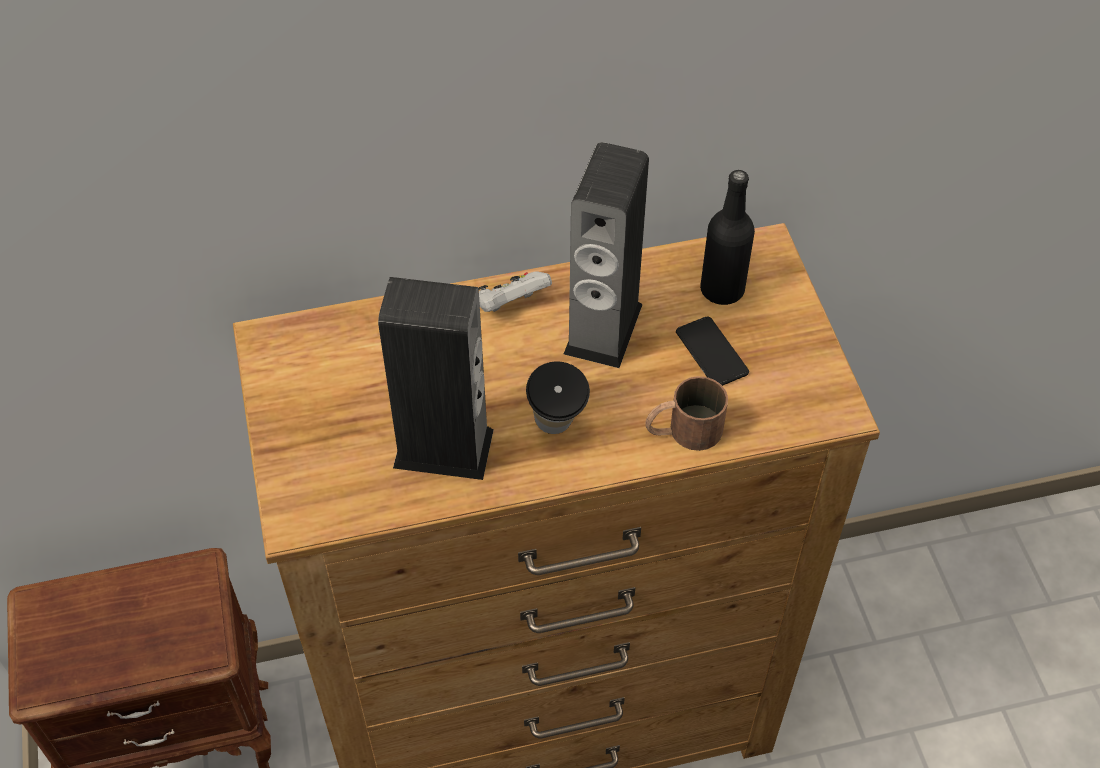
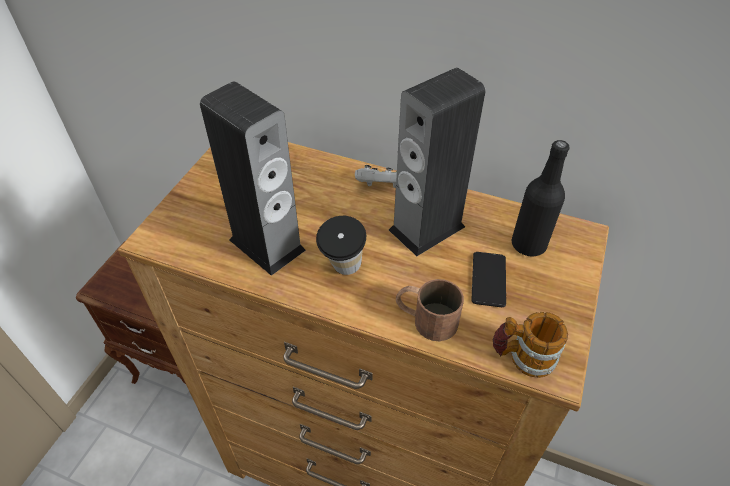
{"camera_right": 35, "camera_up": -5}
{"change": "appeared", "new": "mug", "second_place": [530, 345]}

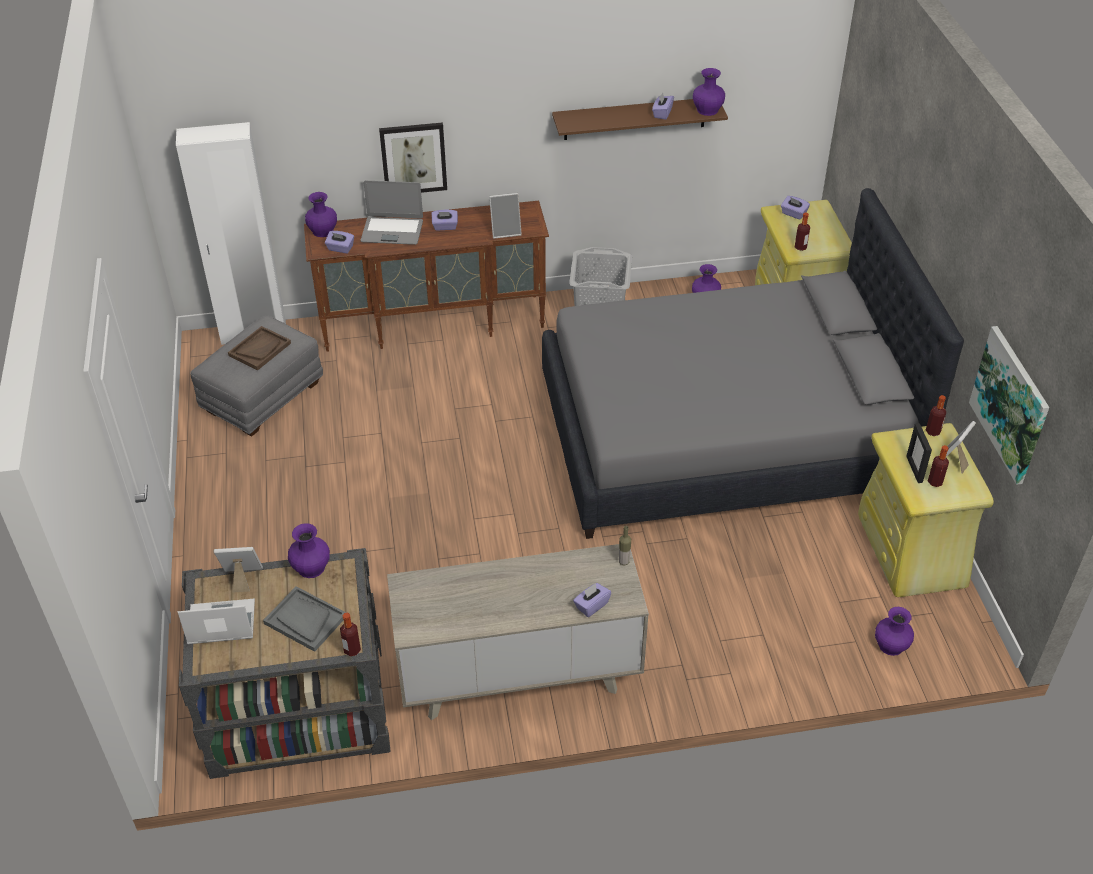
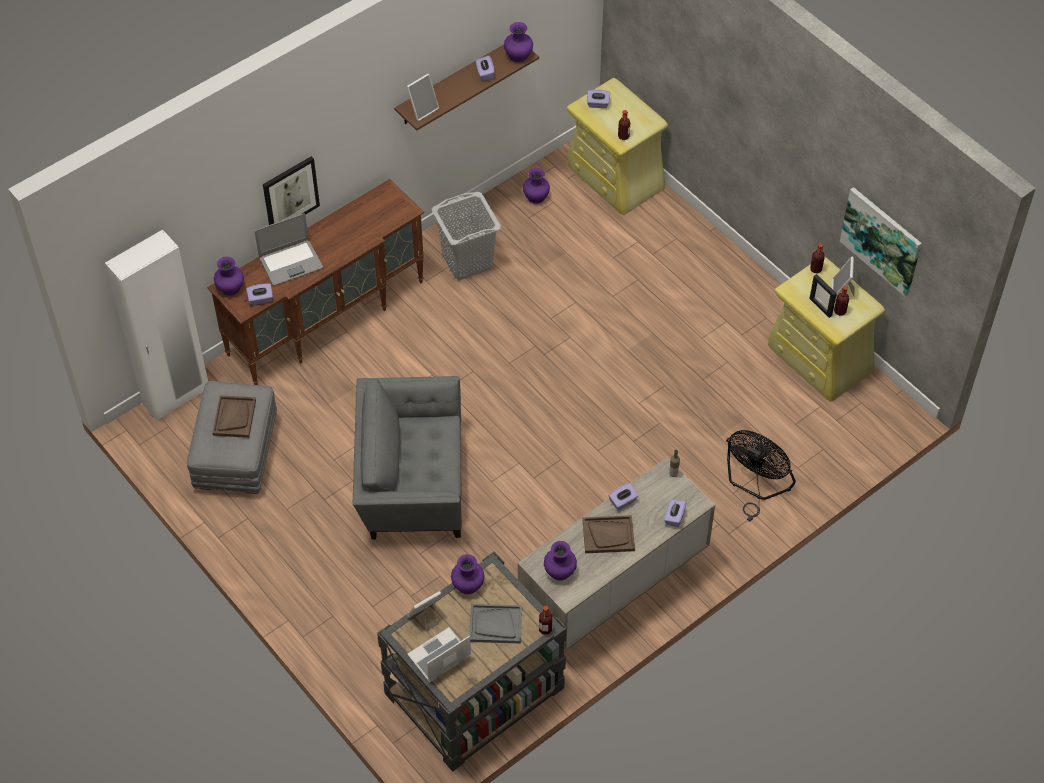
{"camera_right": -30, "camera_up": 10}
{"change": "relocated", "old": "tissue box (purple)", "first_place": [445, 220], "second_place": [623, 496]}
{"change": "relocated", "old": "picture frame", "first_place": [505, 216], "second_place": [423, 97]}
{"change": "missing", "old": "bed (grey)", "first_place": [753, 363]}
{"change": "relocated", "old": "vase (purple)", "first_place": [894, 631], "second_place": [560, 561]}
{"change": "appeared", "new": "armchair (grey)", "second_place": [407, 457]}
{"change": "appeared", "new": "tray (brown)", "second_place": [609, 534]}
{"change": "appeared", "new": "fan (black)", "second_place": [761, 476]}

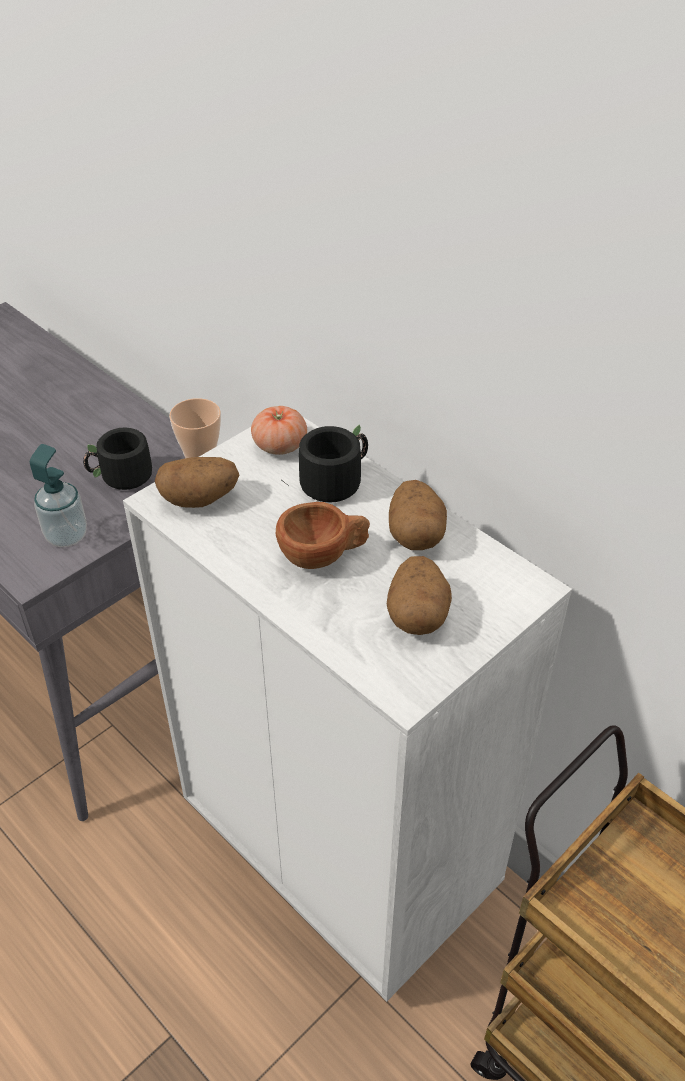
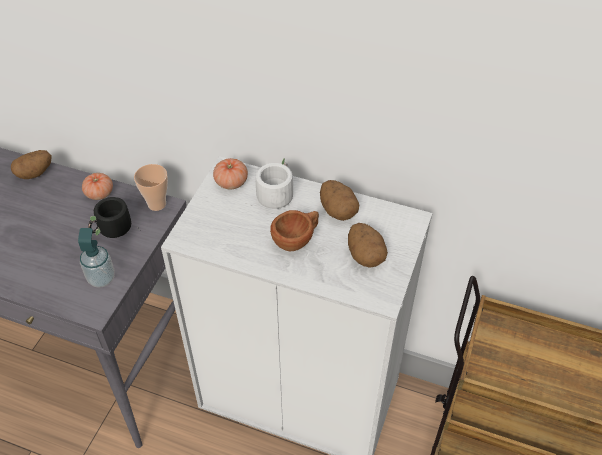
{"camera_right": -25, "camera_up": 5}
{"change": "relocated", "old": "potato", "first_place": [197, 482], "second_place": [31, 164]}
{"change": "colour", "old": "mug (black)", "new": "mug (white)", "first_place": [324, 464], "second_place": [271, 183]}
{"change": "appeared", "new": "tomato", "second_place": [97, 186]}

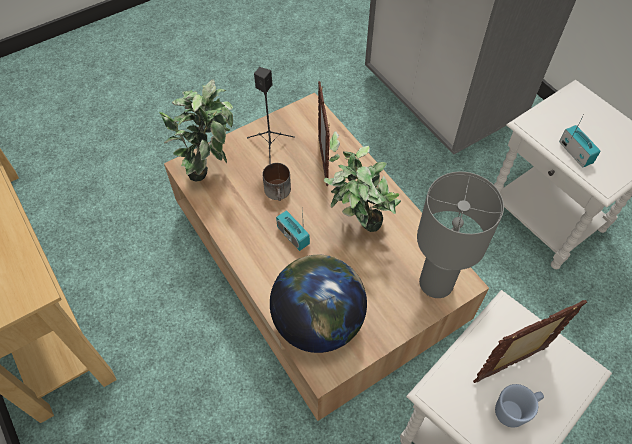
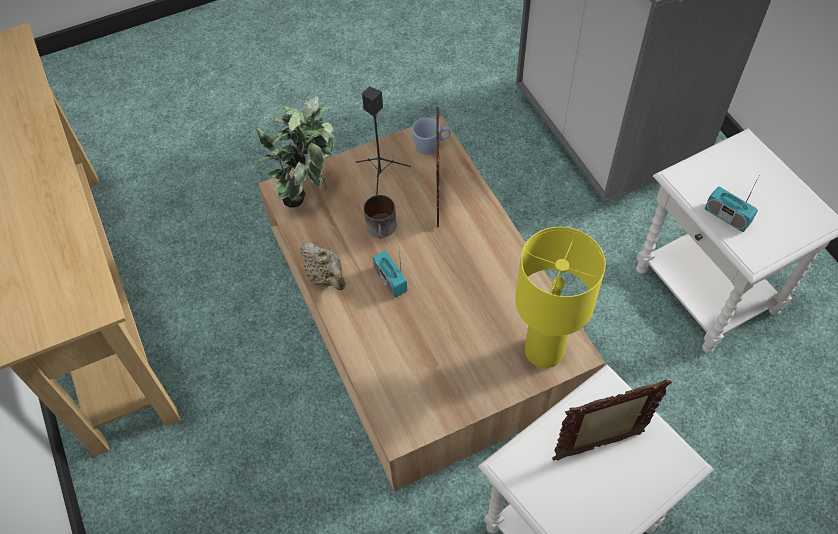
{"camera_right": 10, "camera_up": 0}
{"change": "missing", "old": "globe", "first_place": [318, 304]}
{"change": "missing", "old": "potted plant", "first_place": [362, 181]}
{"change": "colour", "old": "table lamp (grey)", "new": "table lamp (yellow)", "first_place": [460, 235], "second_place": [560, 297]}
{"change": "relocated", "old": "mug (blue)", "first_place": [519, 406], "second_place": [431, 136]}
{"change": "spun", "old": "radio", "first_place": [579, 139], "second_place": [732, 203], "degrees": 150}
{"change": "appeared", "new": "teapot (beige)", "second_place": [323, 265]}

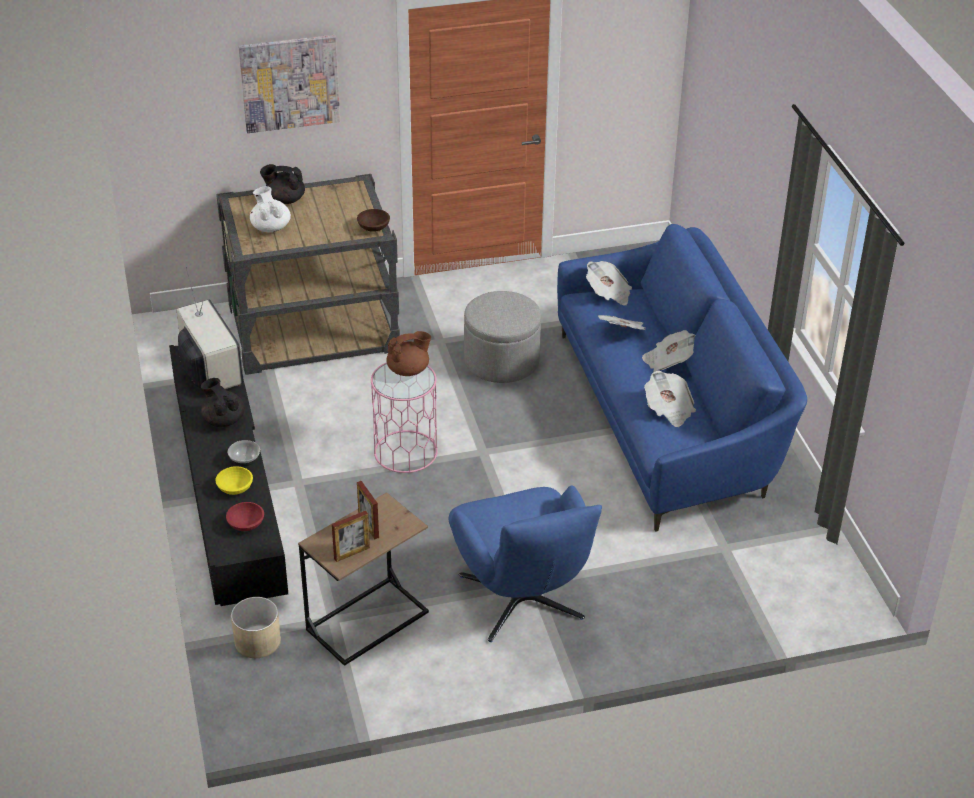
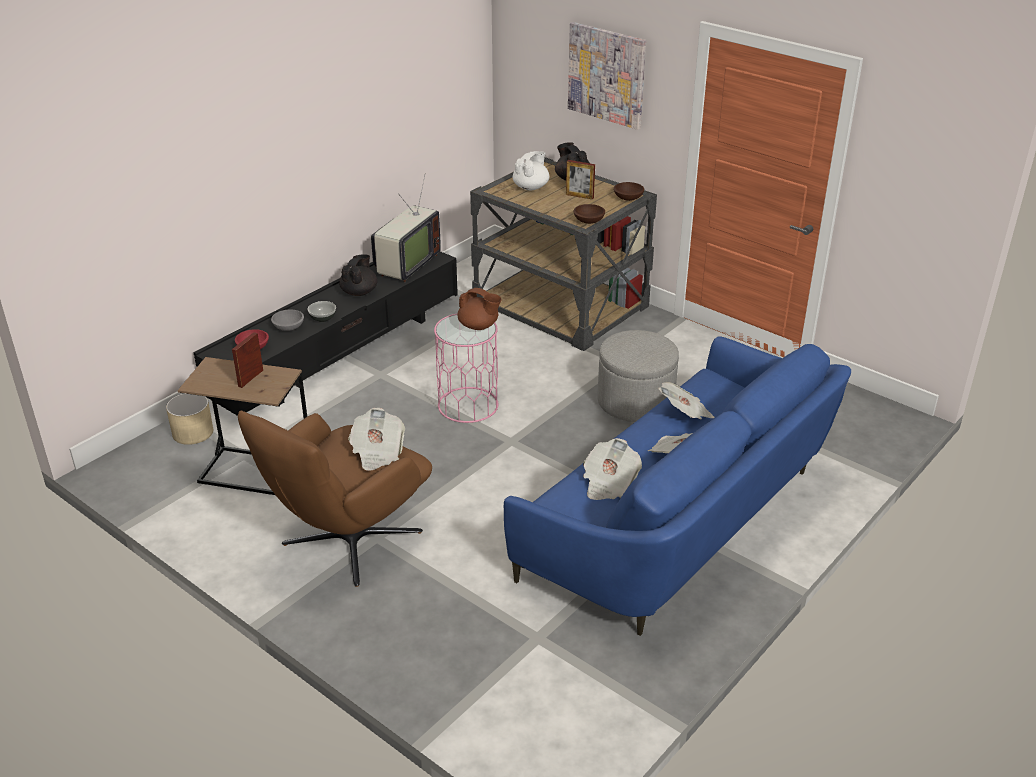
{"camera_right": 55, "camera_up": -5}
{"change": "colour", "old": "bowl (yellow)", "new": "bowl (grey)", "first_place": [234, 480], "second_place": [287, 320]}
{"change": "relocated", "old": "picture frame", "first_place": [351, 536], "second_place": [580, 180]}
{"change": "colour", "old": "armchair (blue)", "new": "armchair (brown)", "first_place": [525, 563], "second_place": [335, 499]}
{"change": "relocated", "old": "newspaper", "first_place": [609, 283], "second_place": [376, 439]}
{"change": "appeared", "new": "bowl (brown)", "second_place": [629, 191]}

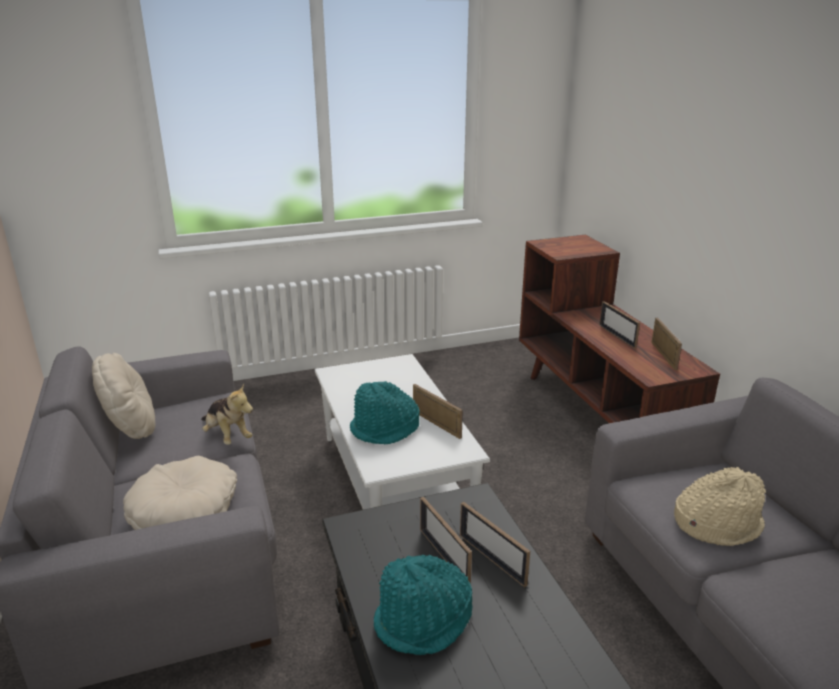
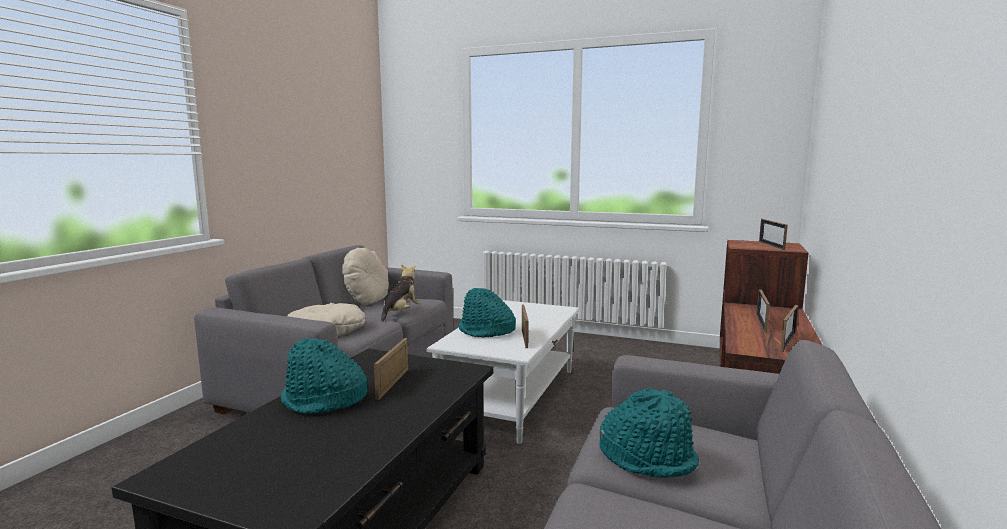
{"camera_right": 40, "camera_up": -15}
{"change": "spun", "old": "plush toy", "first_place": [227, 414], "second_place": [400, 293], "degrees": -150}
{"change": "relocated", "old": "picture frame", "first_place": [495, 544], "second_place": [773, 234]}
{"change": "colour", "old": "hat (beige)", "new": "hat (turquoise)", "first_place": [720, 506], "second_place": [649, 433]}

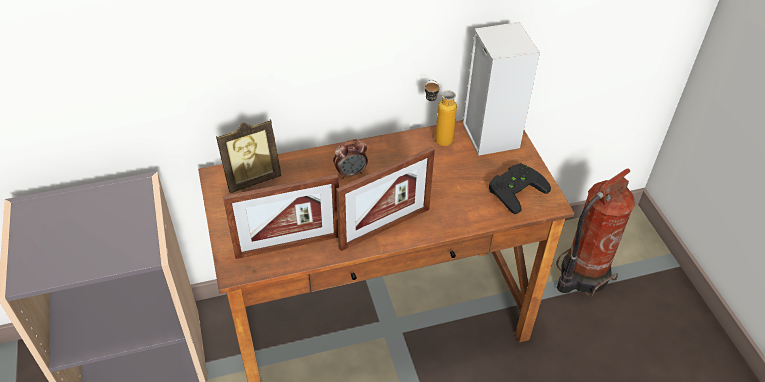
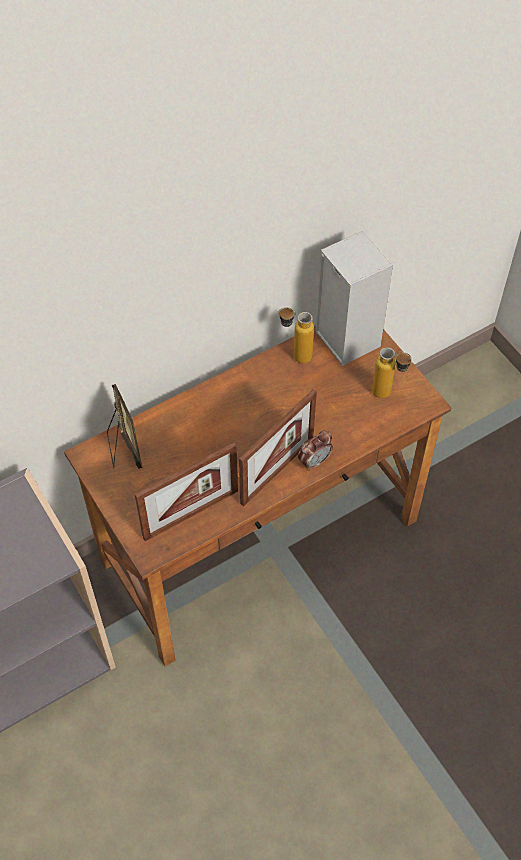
{"camera_right": -15, "camera_up": 10}
{"change": "spun", "old": "picture frame", "first_place": [248, 156], "second_place": [124, 426], "degrees": -60}
{"change": "relocated", "old": "alarm clock", "first_place": [350, 159], "second_place": [315, 451]}
{"change": "exchanged", "old": "game controller (black)", "new": "bottle", "first_place": [520, 188], "second_place": [392, 372]}
{"change": "missing", "old": "fire extinguisher", "first_place": [595, 232]}

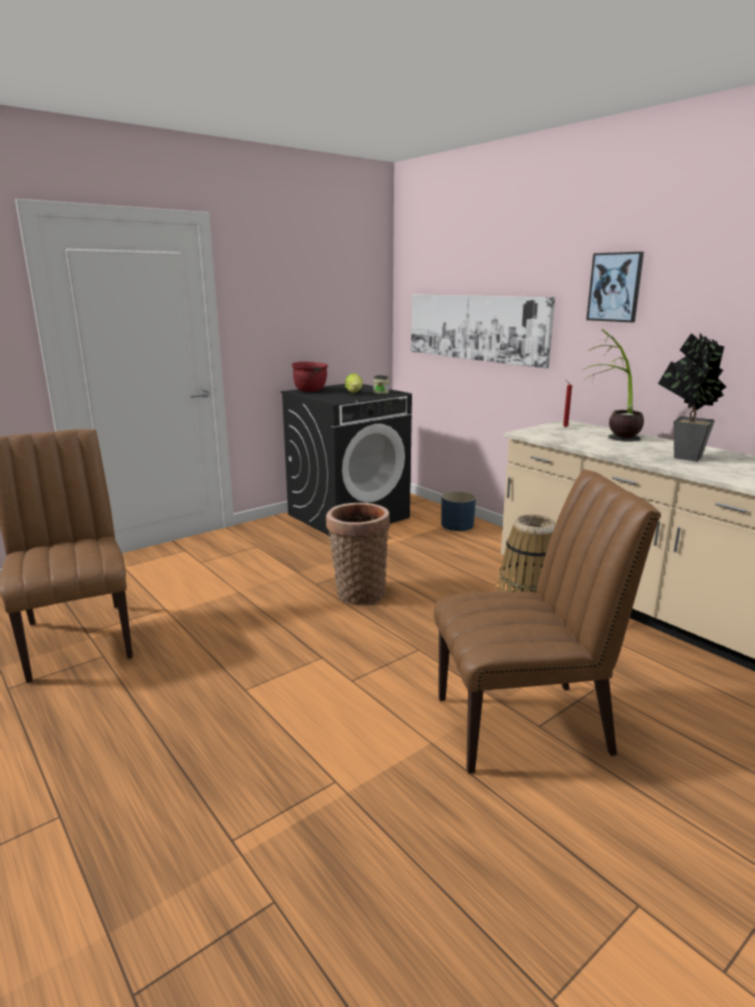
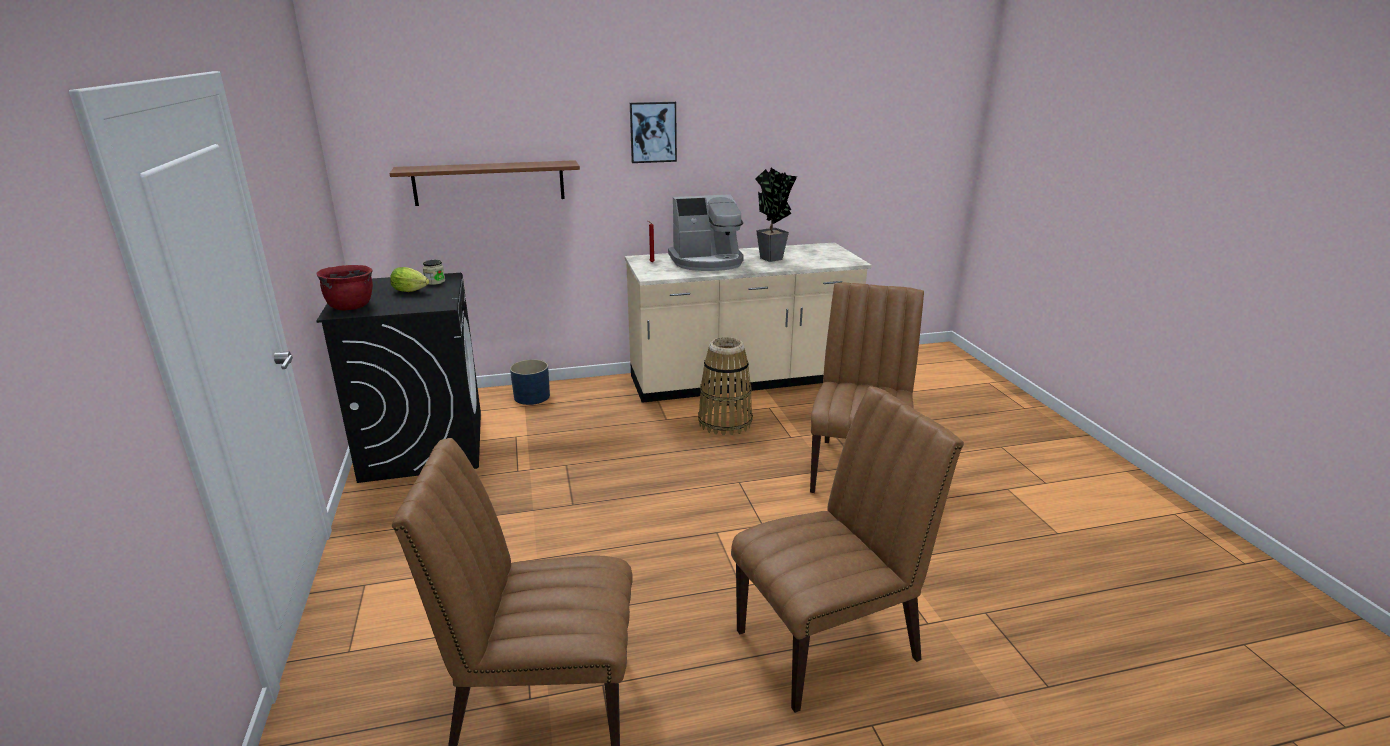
{"camera_right": -65, "camera_up": 5}
{"change": "missing", "old": "basket", "first_place": [358, 554]}
{"change": "exchanged", "old": "picture", "new": "shelf (brown)", "first_place": [483, 331], "second_place": [484, 183]}
{"change": "exchanged", "old": "potted plant", "new": "coffee machine", "first_place": [613, 385], "second_place": [706, 232]}
{"change": "appeared", "new": "chair (brown)", "second_place": [847, 549]}

